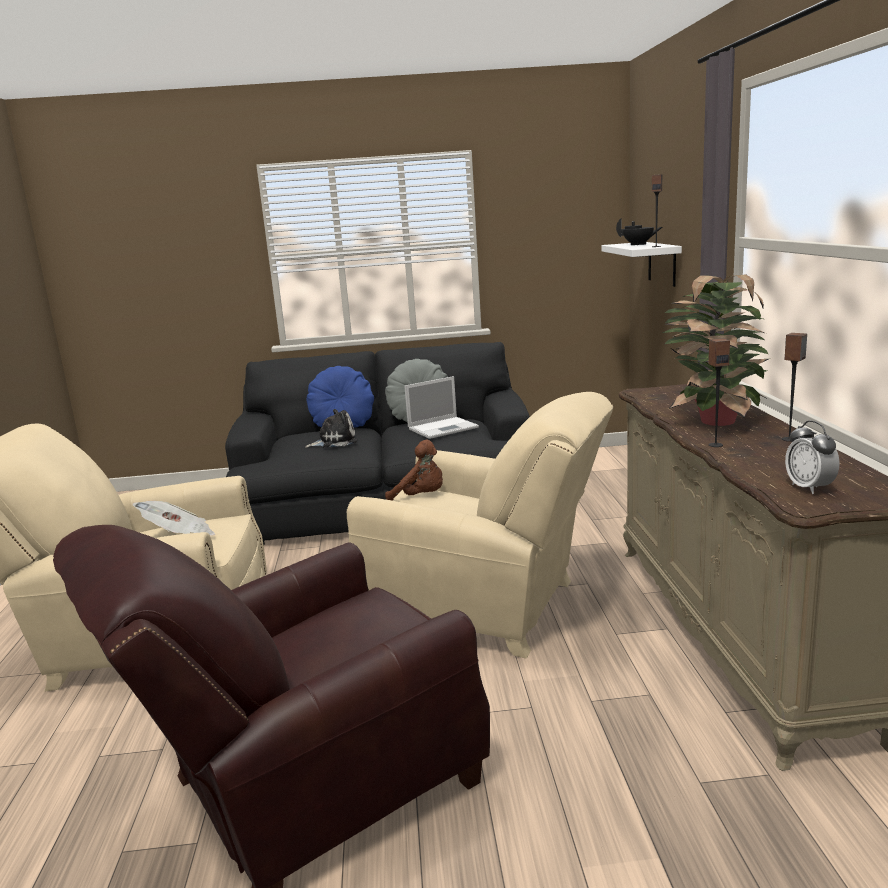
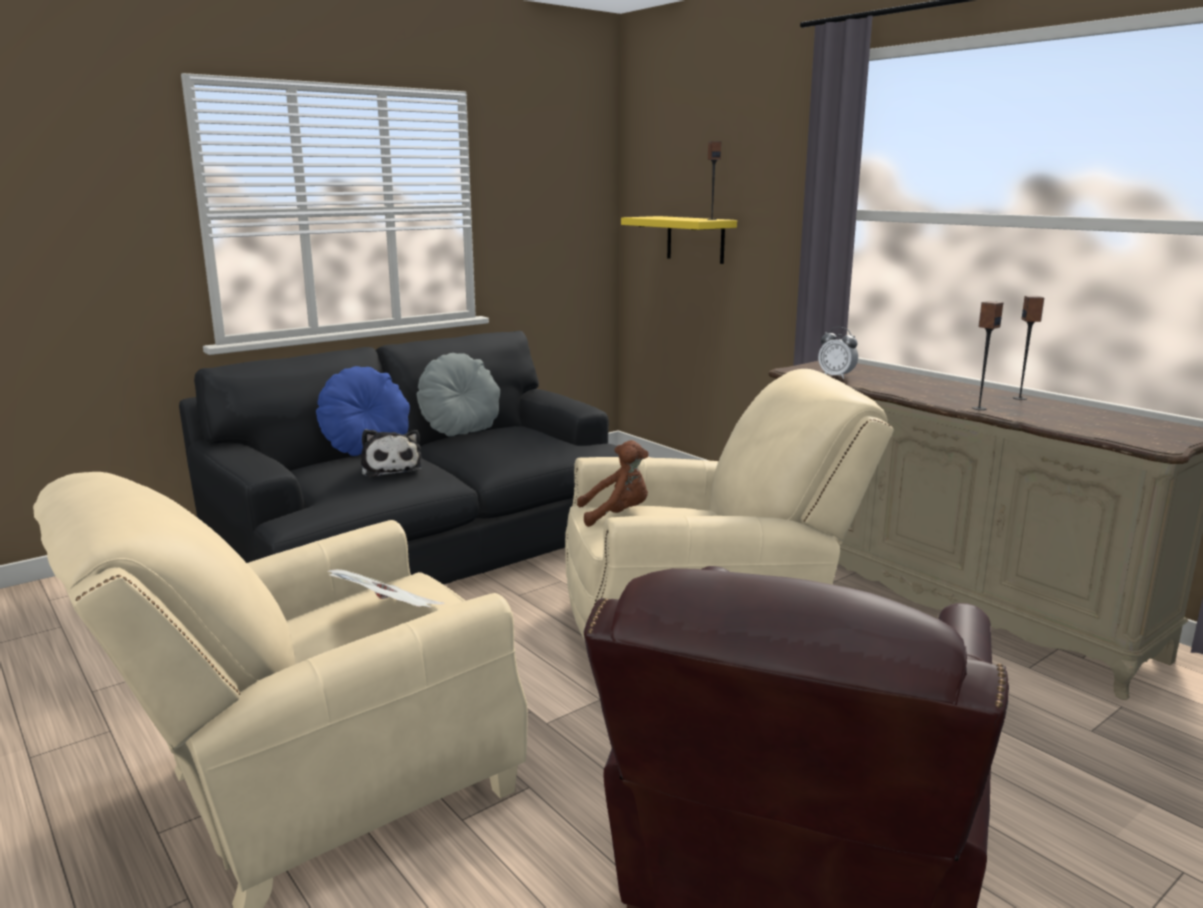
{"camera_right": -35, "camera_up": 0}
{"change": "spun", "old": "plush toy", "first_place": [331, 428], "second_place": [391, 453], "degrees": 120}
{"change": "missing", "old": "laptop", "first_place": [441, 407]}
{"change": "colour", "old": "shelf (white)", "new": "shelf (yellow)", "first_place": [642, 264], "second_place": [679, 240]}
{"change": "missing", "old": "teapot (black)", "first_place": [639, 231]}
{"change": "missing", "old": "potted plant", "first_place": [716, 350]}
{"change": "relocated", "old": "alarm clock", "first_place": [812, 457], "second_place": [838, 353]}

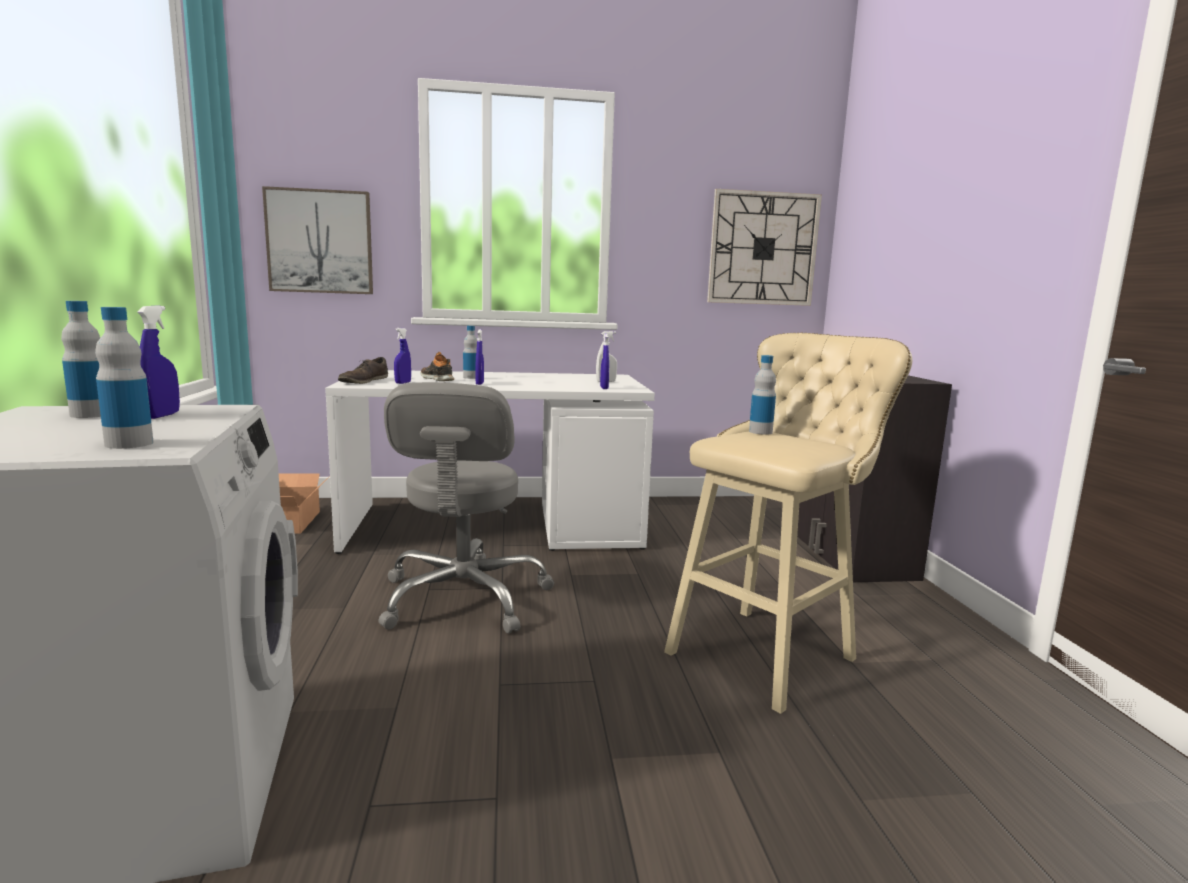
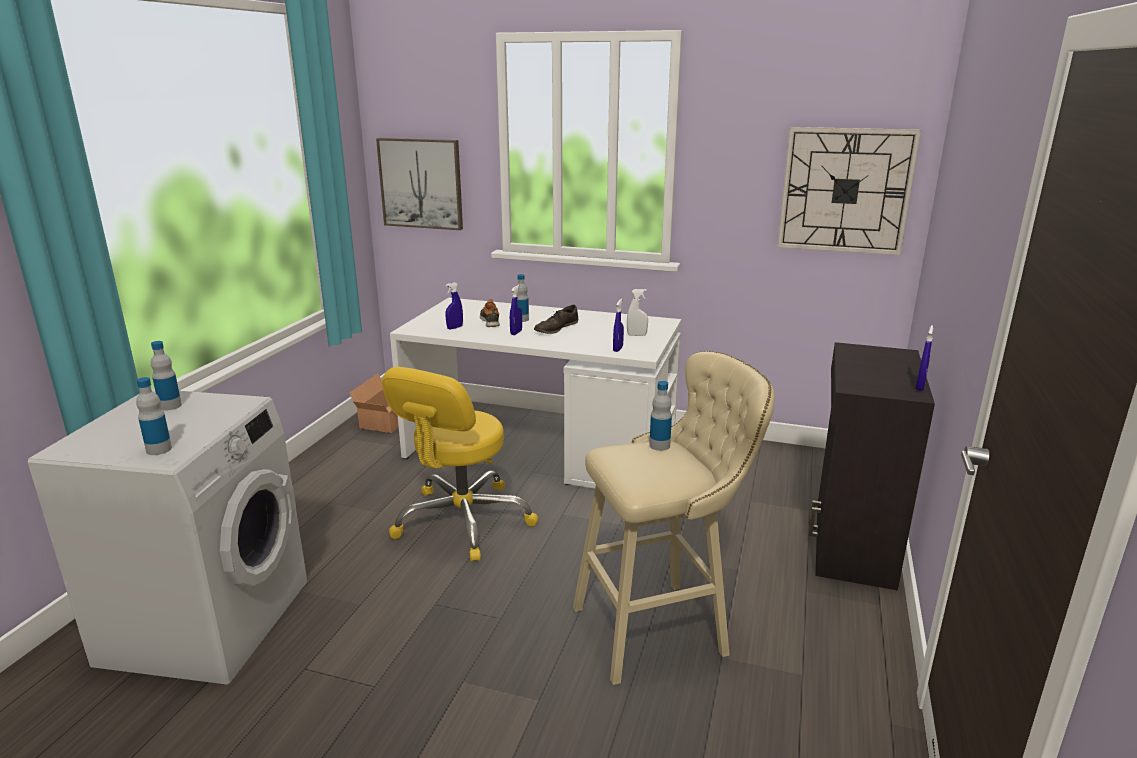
{"camera_right": 25, "camera_up": 10}
{"change": "relocated", "old": "spray bottle (blue)", "first_place": [158, 362], "second_place": [925, 358]}
{"change": "relocated", "old": "shoe (brown)", "first_place": [363, 370], "second_place": [556, 319]}
{"change": "colour", "old": "office chair (grey)", "new": "office chair (yellow)", "first_place": [466, 507], "second_place": [460, 464]}

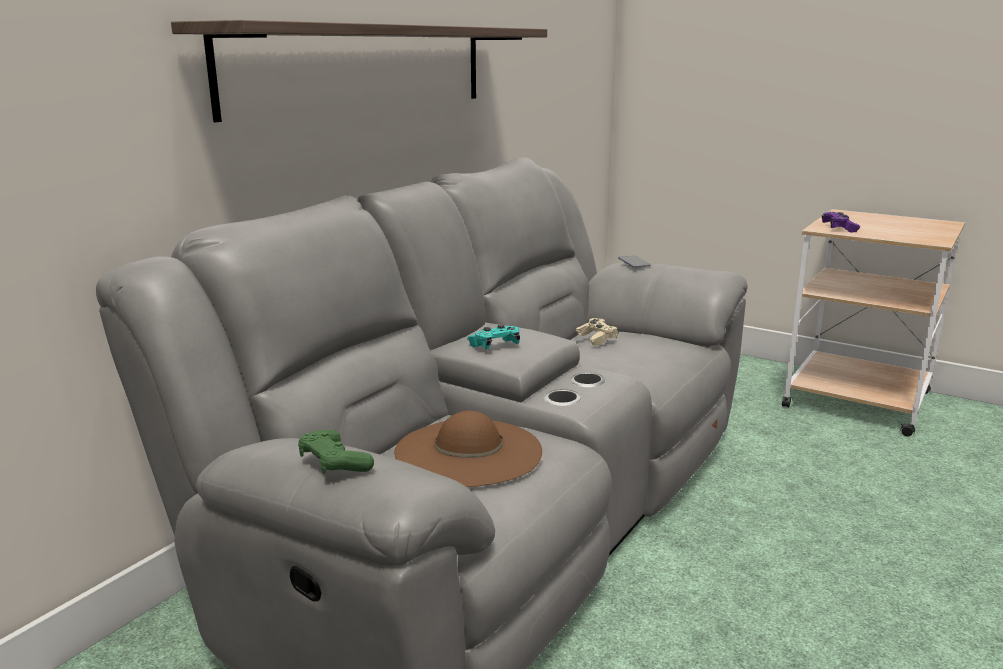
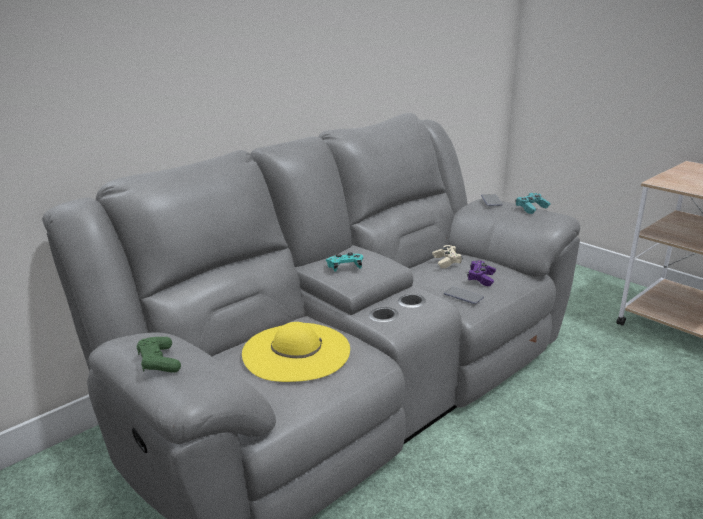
{"camera_right": 15, "camera_up": 5}
{"change": "missing", "old": "shelf", "first_place": [359, 71]}
{"change": "colour", "old": "hat (brown)", "new": "hat (yellow)", "first_place": [468, 448], "second_place": [296, 352]}
{"change": "relocated", "old": "game controller (purple)", "first_place": [841, 222], "second_place": [481, 273]}
{"change": "appeared", "new": "phone", "second_place": [464, 295]}
{"change": "appeared", "new": "game controller (turquoise)", "second_place": [533, 203]}

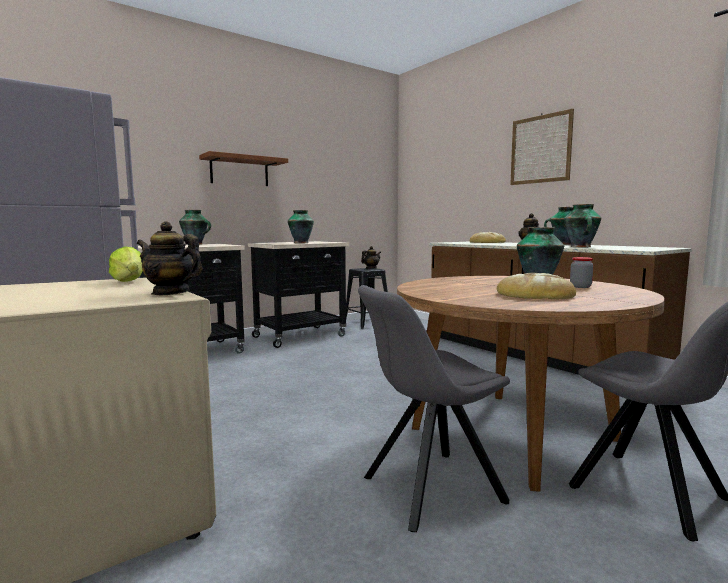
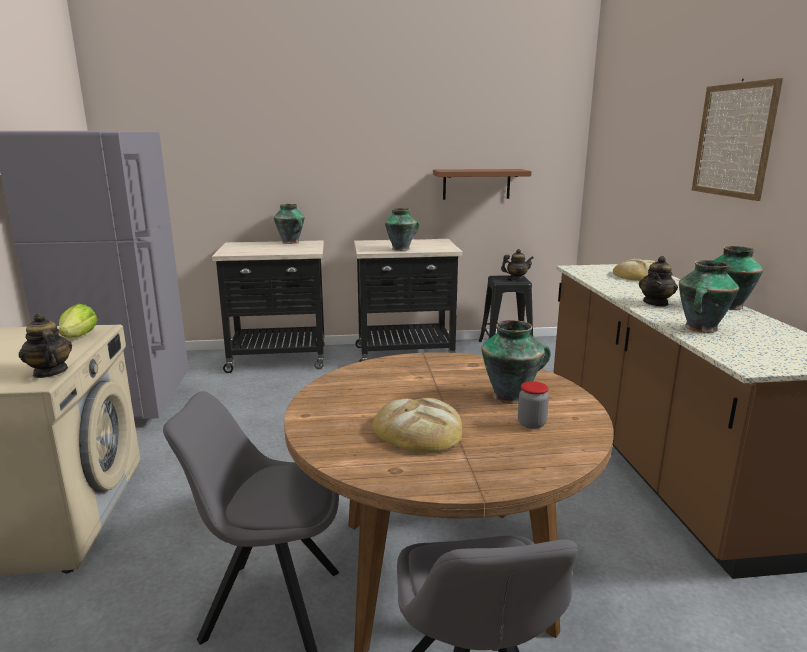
{"camera_right": 30, "camera_up": 10}
{"change": "relocated", "old": "shelf (brown)", "first_place": [243, 168], "second_place": [482, 184]}

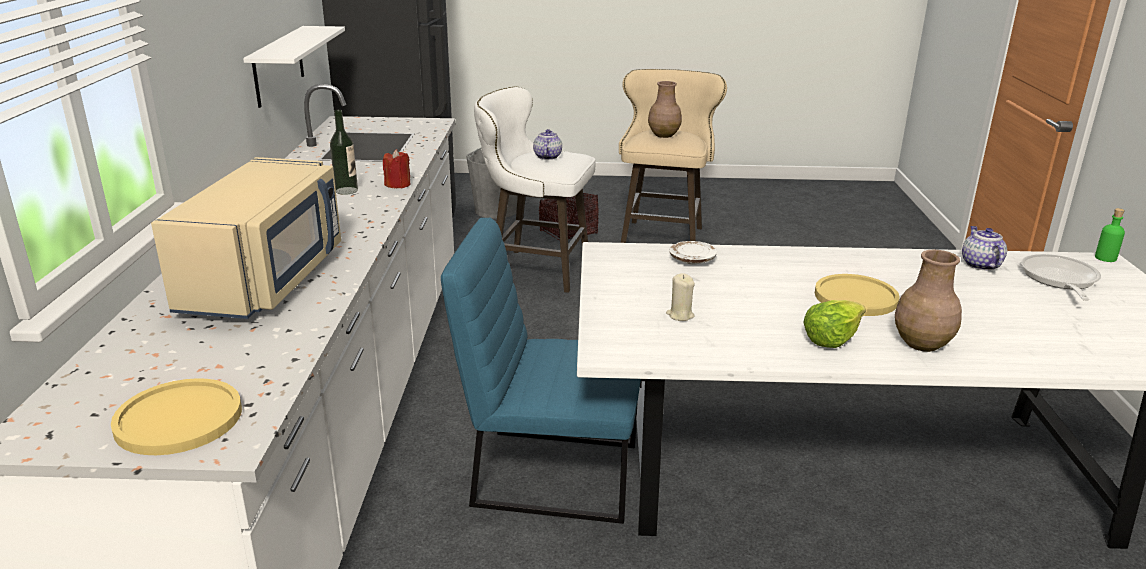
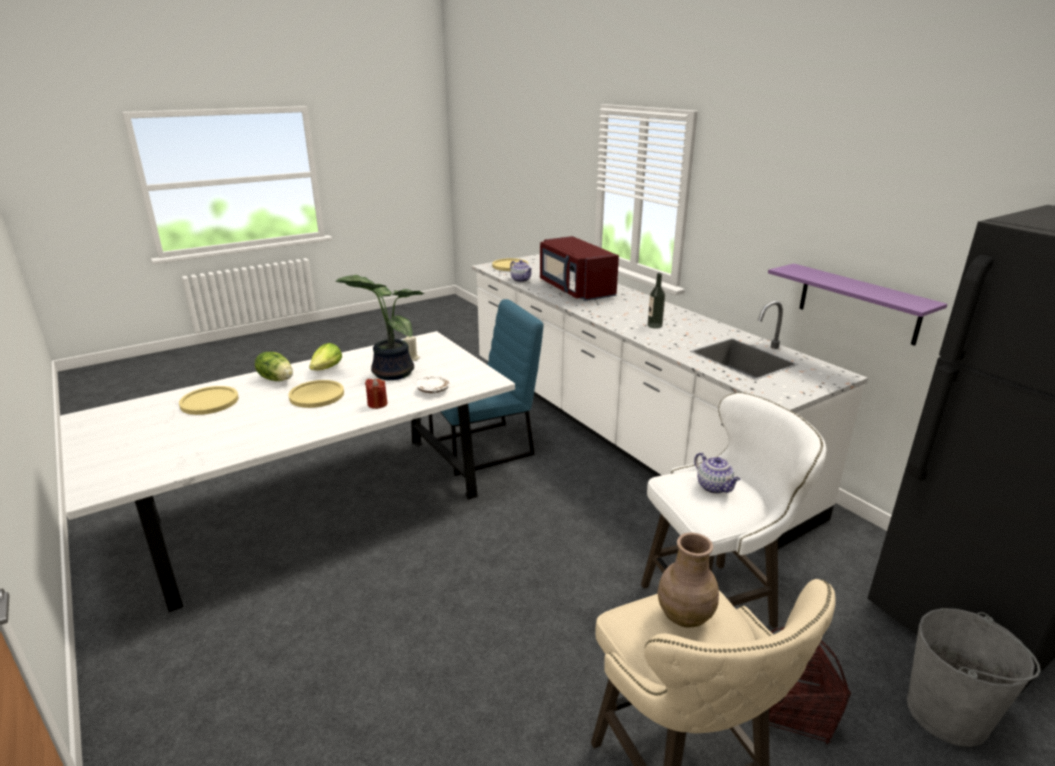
{"camera_right": 145, "camera_up": 0}
{"change": "colour", "old": "microwave (beige)", "new": "microwave (red)", "first_place": [246, 238], "second_place": [579, 268]}
{"change": "colour", "old": "shelf (white)", "new": "shelf (purple)", "first_place": [294, 67], "second_place": [857, 305]}
{"change": "relocated", "old": "candle (red)", "first_place": [397, 168], "second_place": [376, 394]}
{"change": "exchanged", "old": "vase (brown)", "new": "lettuce", "first_place": [928, 301], "second_place": [274, 366]}
{"change": "relocated", "old": "teapot", "first_place": [984, 248], "second_place": [521, 271]}
{"change": "missing", "old": "frying pan", "first_place": [1061, 277]}
{"change": "missing", "old": "bottle (green)", "first_place": [1110, 235]}
{"change": "appeared", "new": "plate (yellow)", "second_place": [209, 400]}
{"change": "appeared", "new": "potted plant", "second_place": [380, 327]}

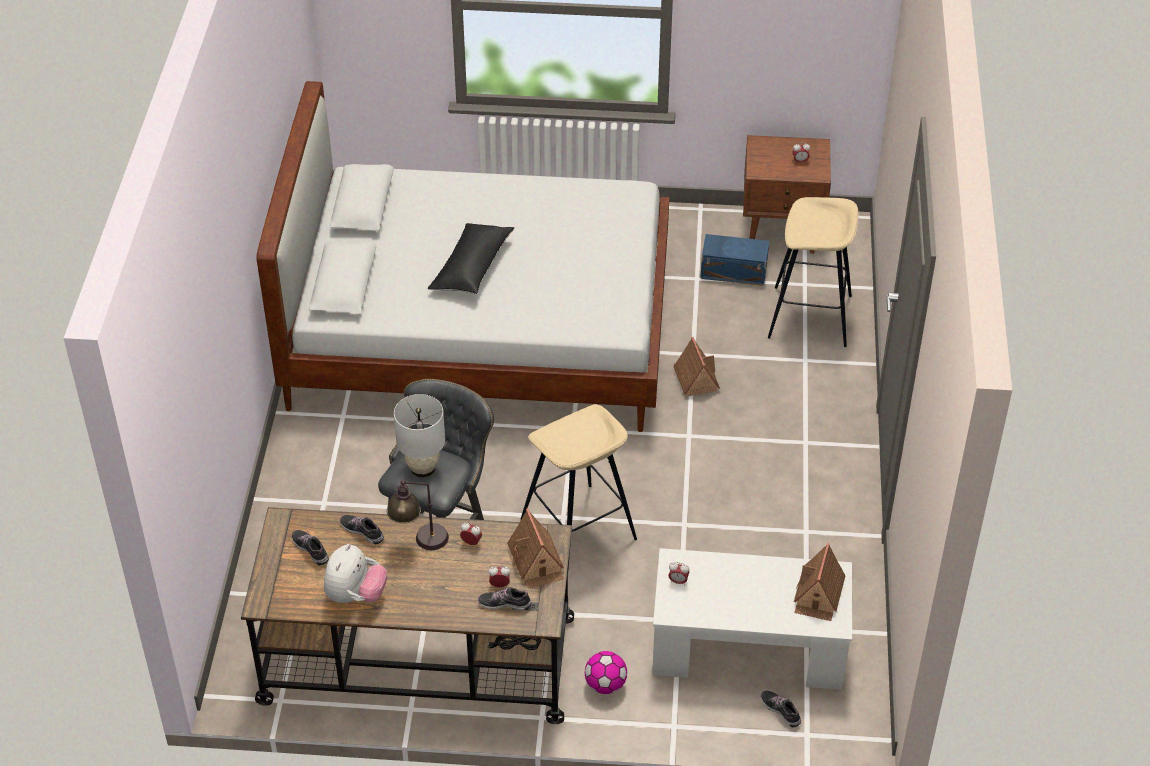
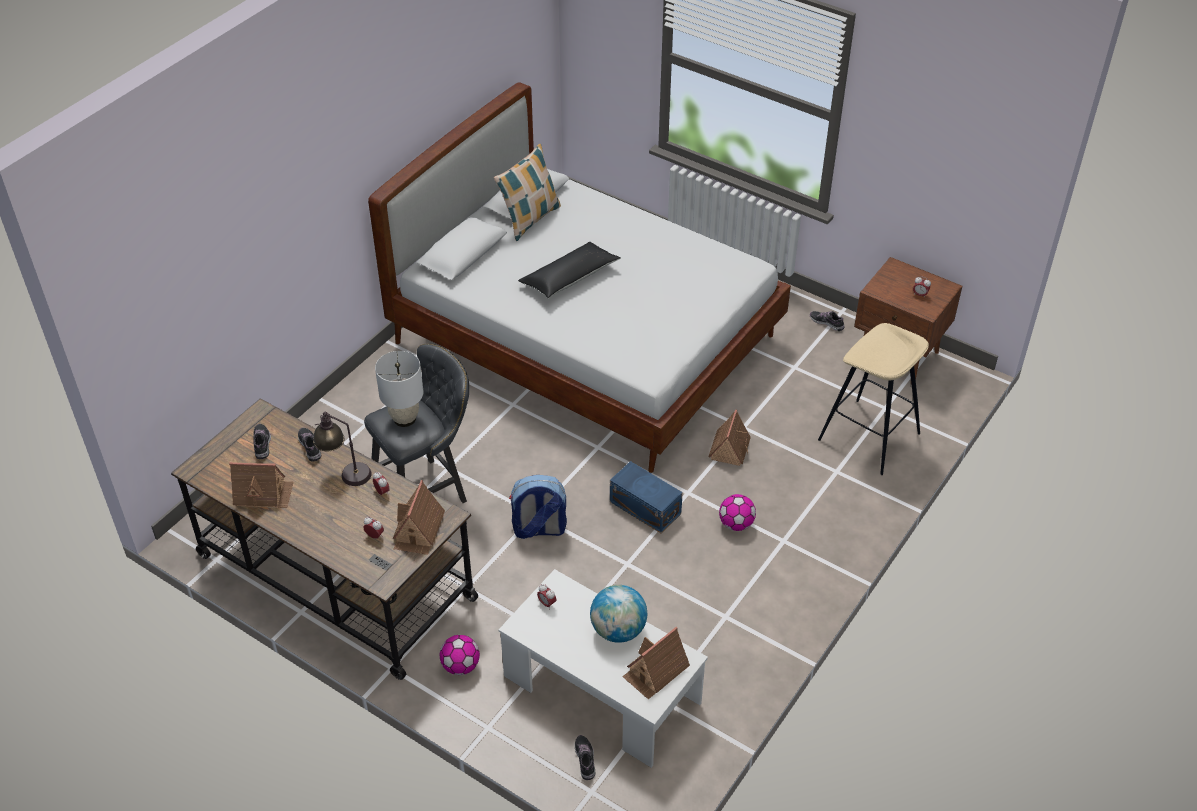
{"camera_right": 30, "camera_up": 0}
{"change": "exchanged", "old": "plush toy", "new": "toy house", "first_place": [355, 573], "second_place": [261, 486]}
{"change": "relocated", "old": "shoe", "first_place": [505, 598], "second_place": [827, 321]}
{"change": "exchanged", "old": "stool (beige)", "new": "backpack", "first_place": [579, 486], "second_place": [538, 507]}
{"change": "relocated", "old": "storage box (blue)", "first_place": [734, 260], "second_place": [646, 497]}
{"change": "appeared", "new": "pillow", "second_place": [527, 192]}
{"change": "appeared", "new": "globe", "second_place": [618, 614]}
{"change": "appeared", "new": "football", "second_place": [737, 512]}

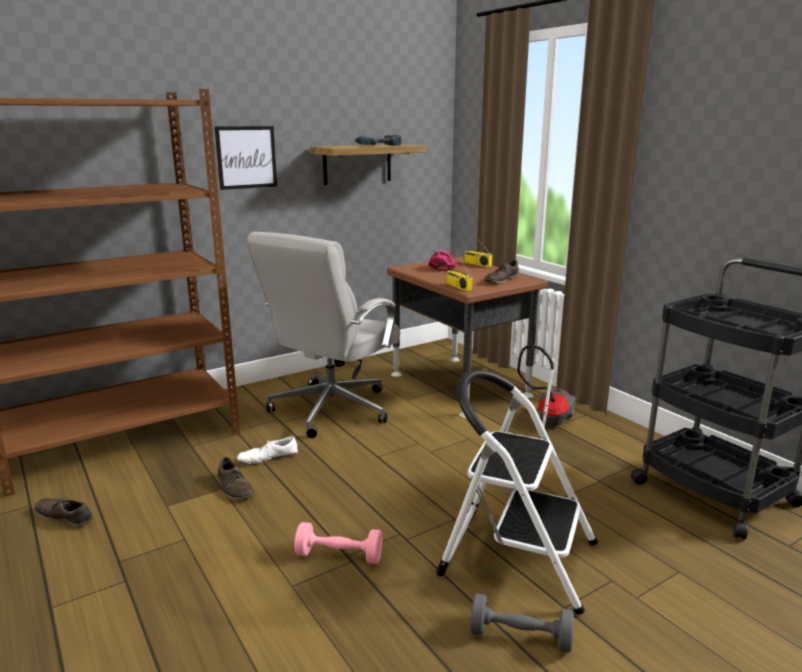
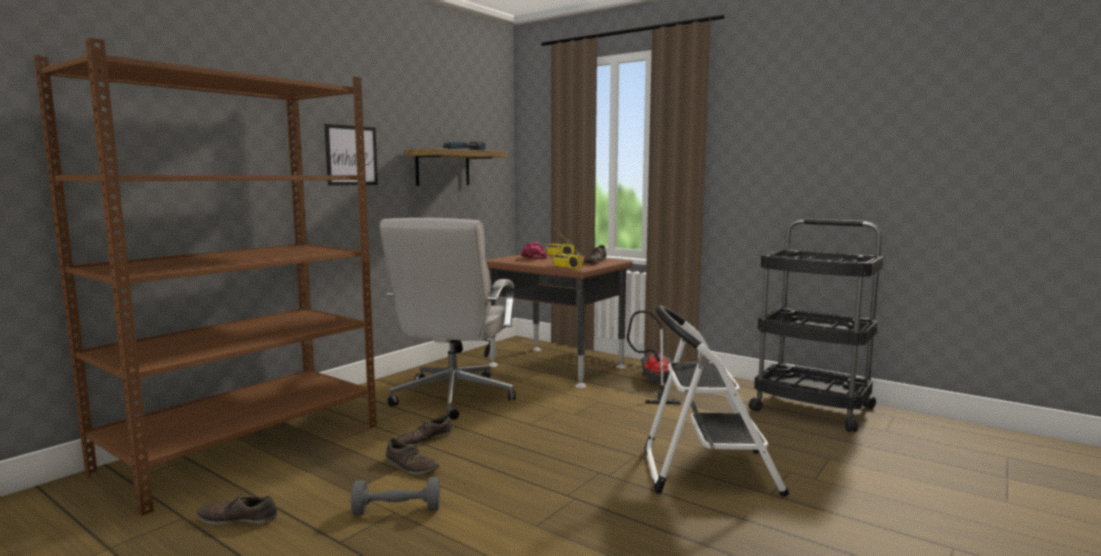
{"camera_right": -20, "camera_up": -10}
{"change": "colour", "old": "shoe (white)", "new": "shoe (brown)", "first_place": [267, 450], "second_place": [424, 431]}
{"change": "missing", "old": "dumbbell (pink)", "first_place": [338, 543]}
{"change": "relocated", "old": "dumbbell (grey)", "first_place": [522, 622], "second_place": [395, 496]}

